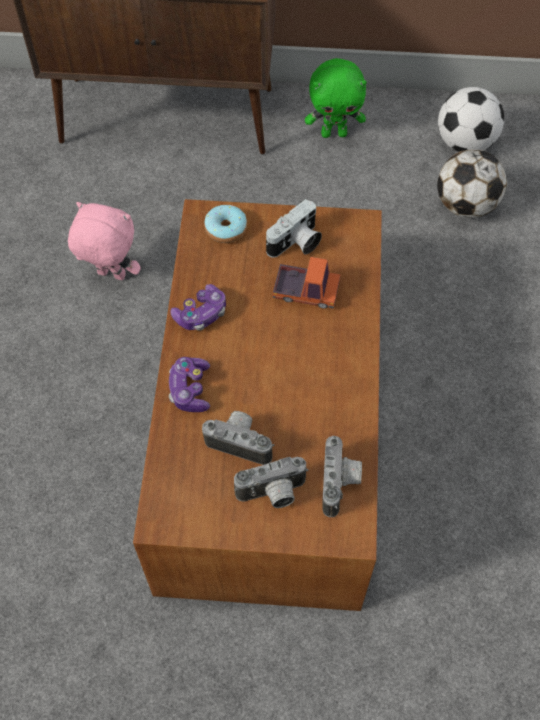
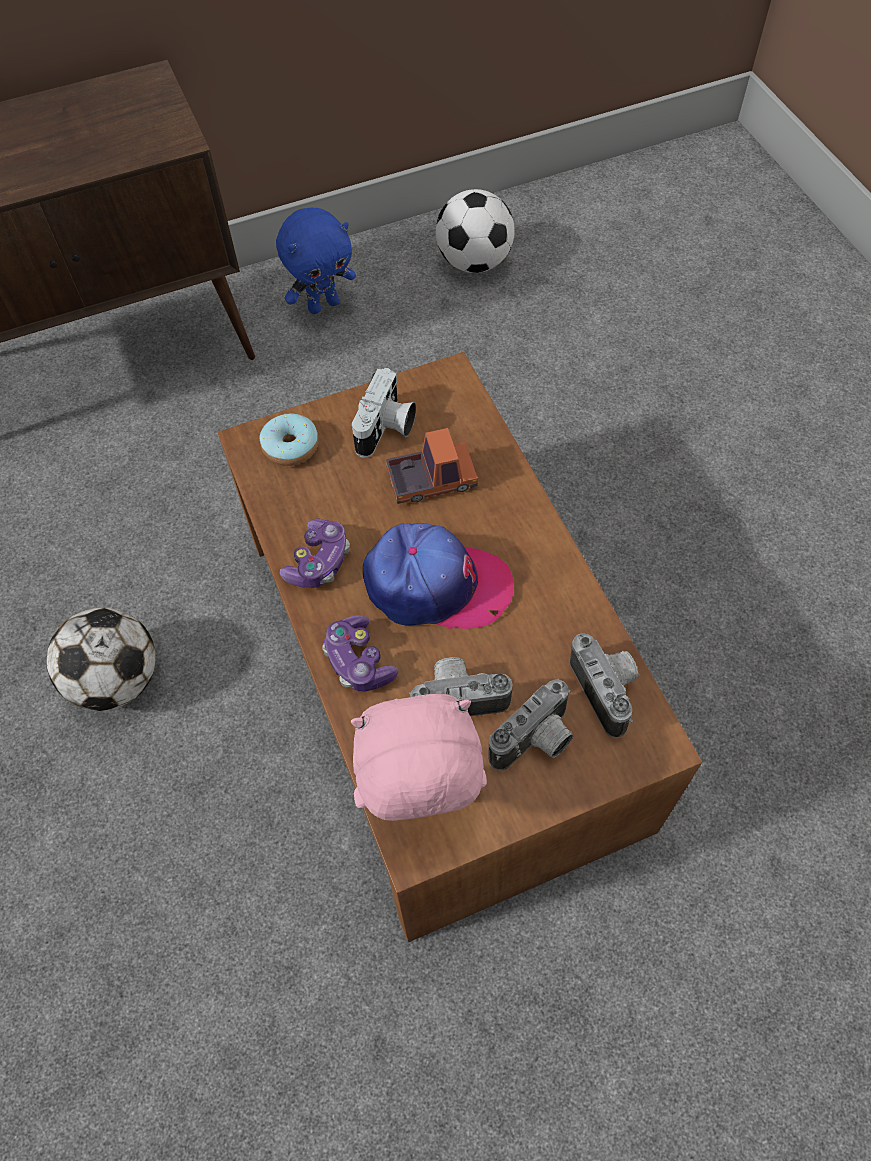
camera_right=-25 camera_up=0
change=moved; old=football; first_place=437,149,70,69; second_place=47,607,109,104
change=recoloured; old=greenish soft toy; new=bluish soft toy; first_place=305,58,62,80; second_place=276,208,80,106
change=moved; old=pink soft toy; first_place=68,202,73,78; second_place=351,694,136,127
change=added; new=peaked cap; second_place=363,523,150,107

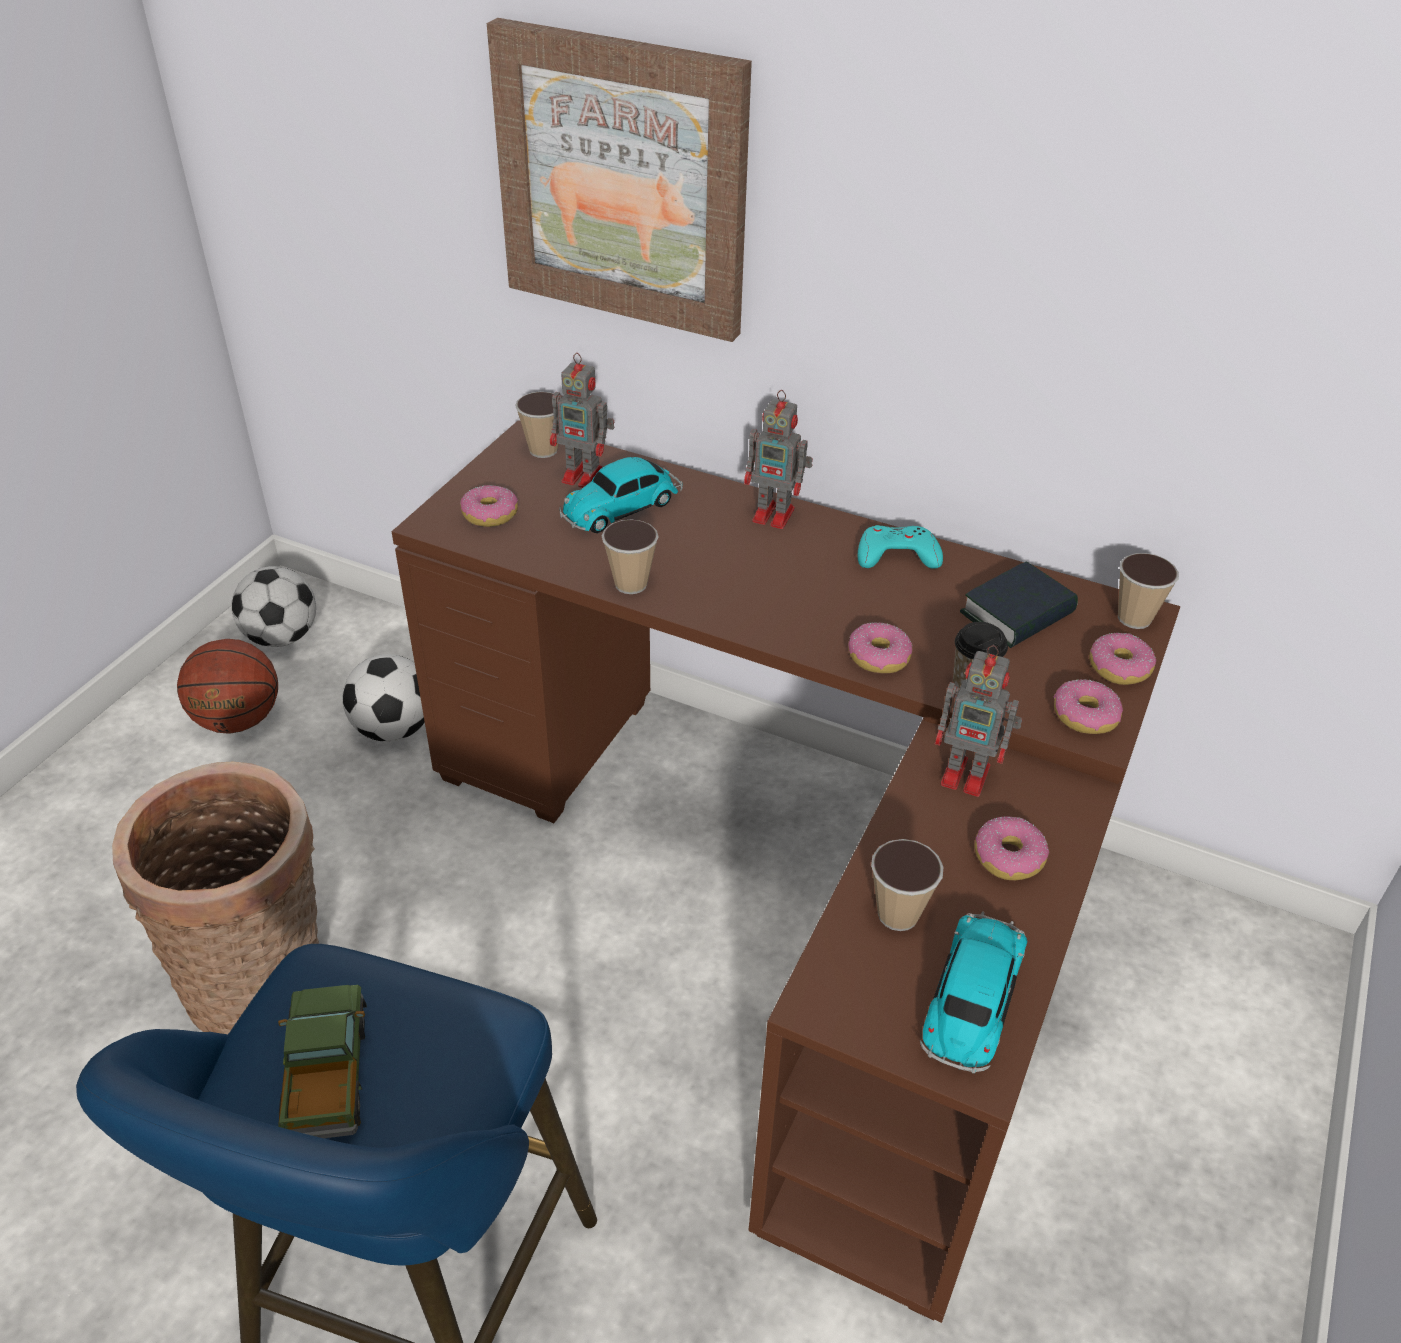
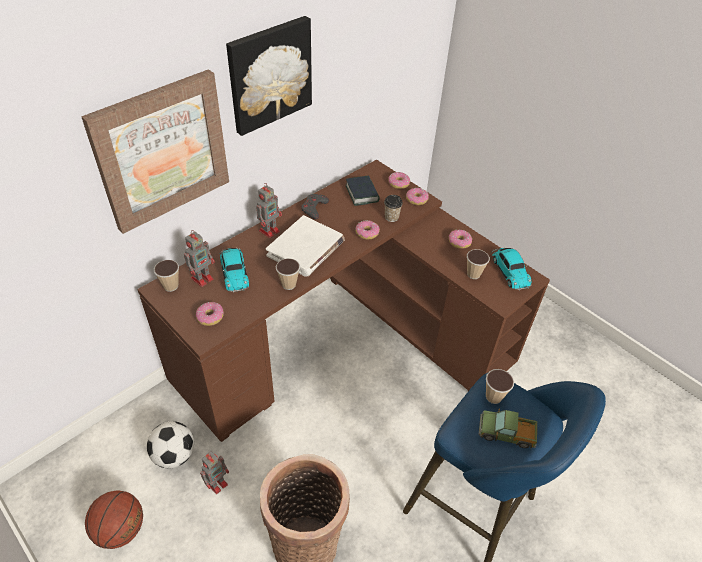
camera_right=-70 camera_up=5
change=moved; old=toy robot; first_place=935,645,87,152; second_place=200,451,29,43
change=added; new=wall picture; second_place=226,16,86,120
change=added; new=white-coloured book; second_place=266,215,78,62
change=recoloured; old=turquoise gamepad; new=greyish gamepad; first_place=858,525,85,44; second_place=301,194,28,25
change=moved; old=drinking cup; first_place=1118,553,61,76; second_place=486,369,28,35
change=turned; old=toy car; first_place=920,911,107,162; second_place=491,247,41,44; degrees=-150
change=removed; old=football; first_place=231,566,85,81

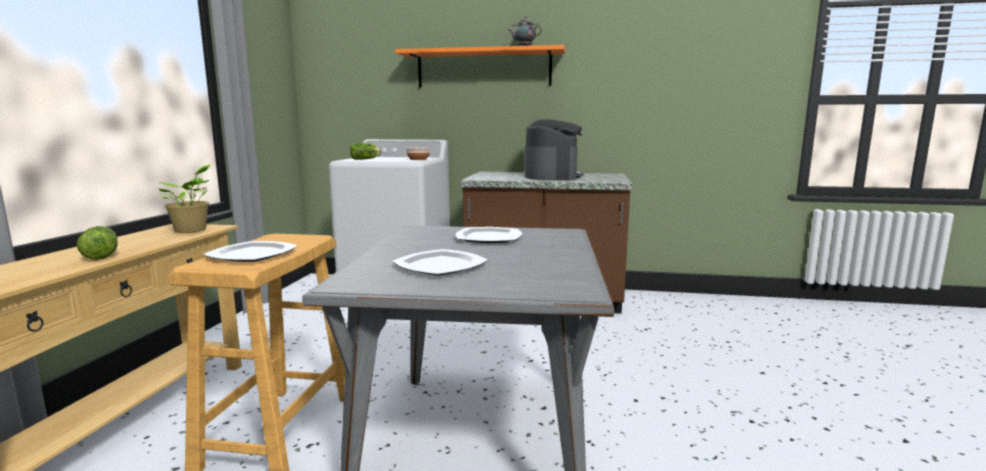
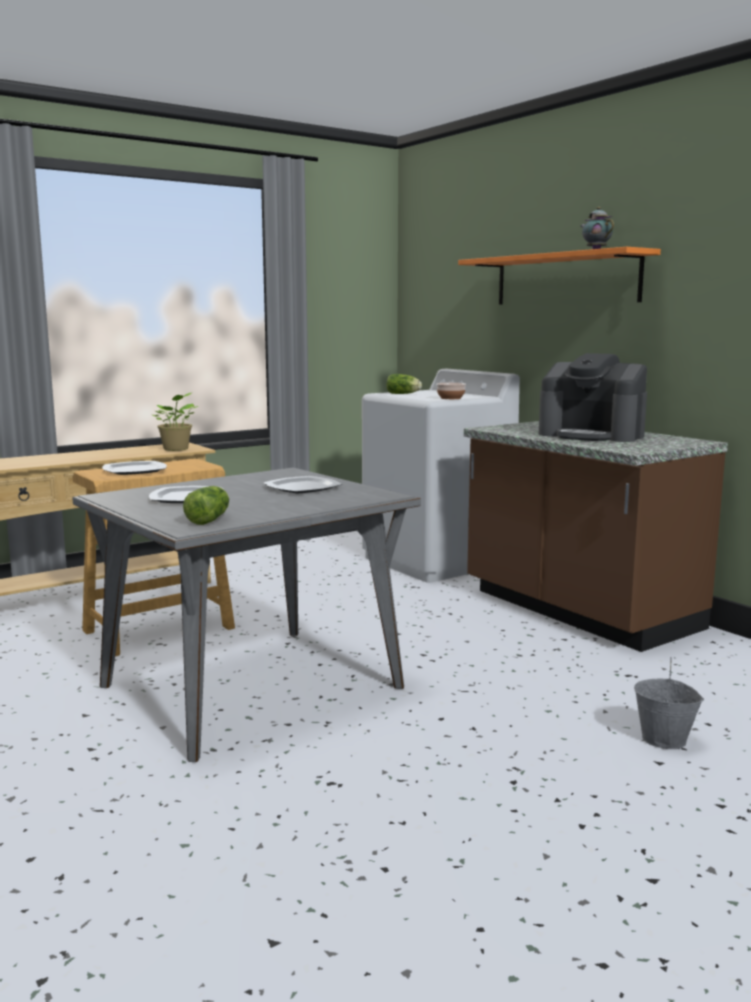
camera_right=45 camera_up=0
change=moved; old=lettuce head; first_place=77,226,41,34; second_place=183,486,46,39
change=turned; old=coffee brewer; first_place=525,119,58,61; second_place=539,353,108,89; degrees=75
change=added; new=greyish pail; second_place=634,659,70,90

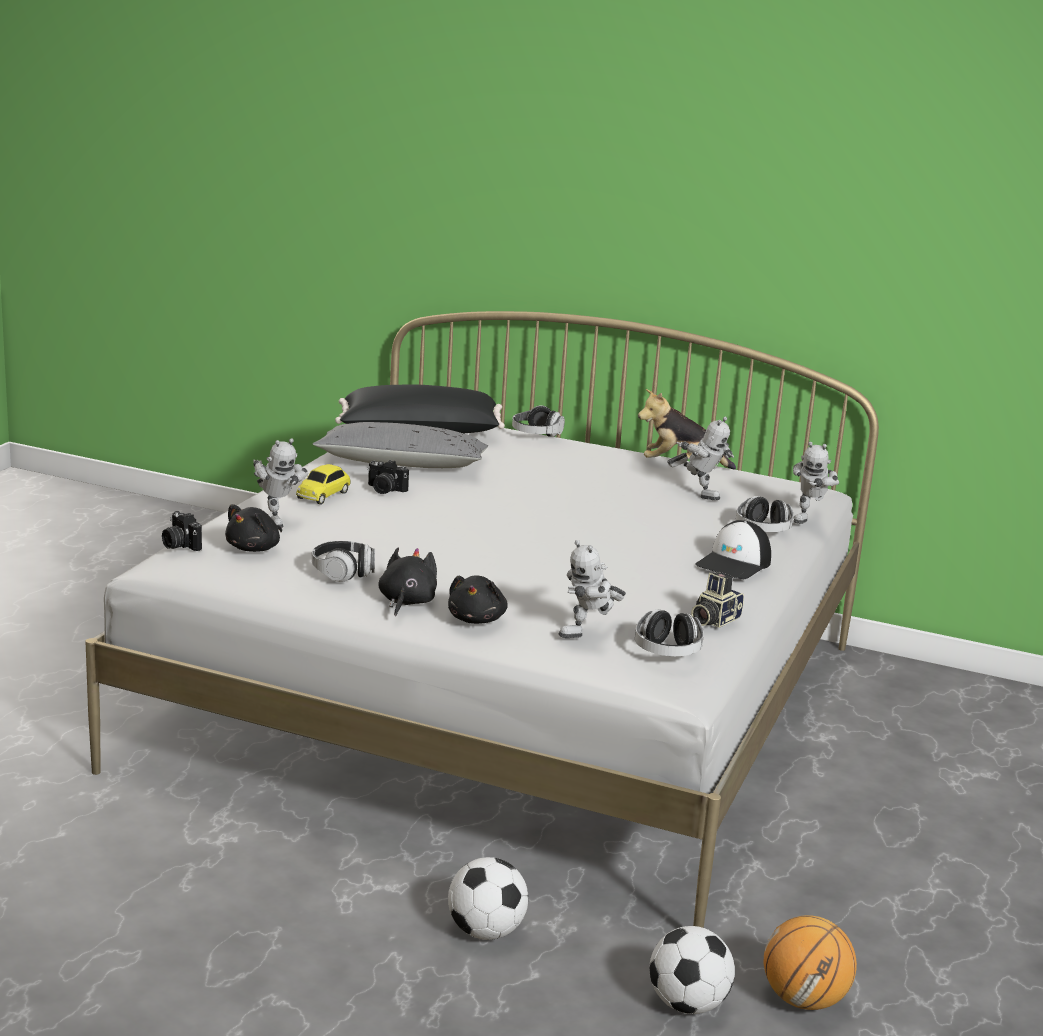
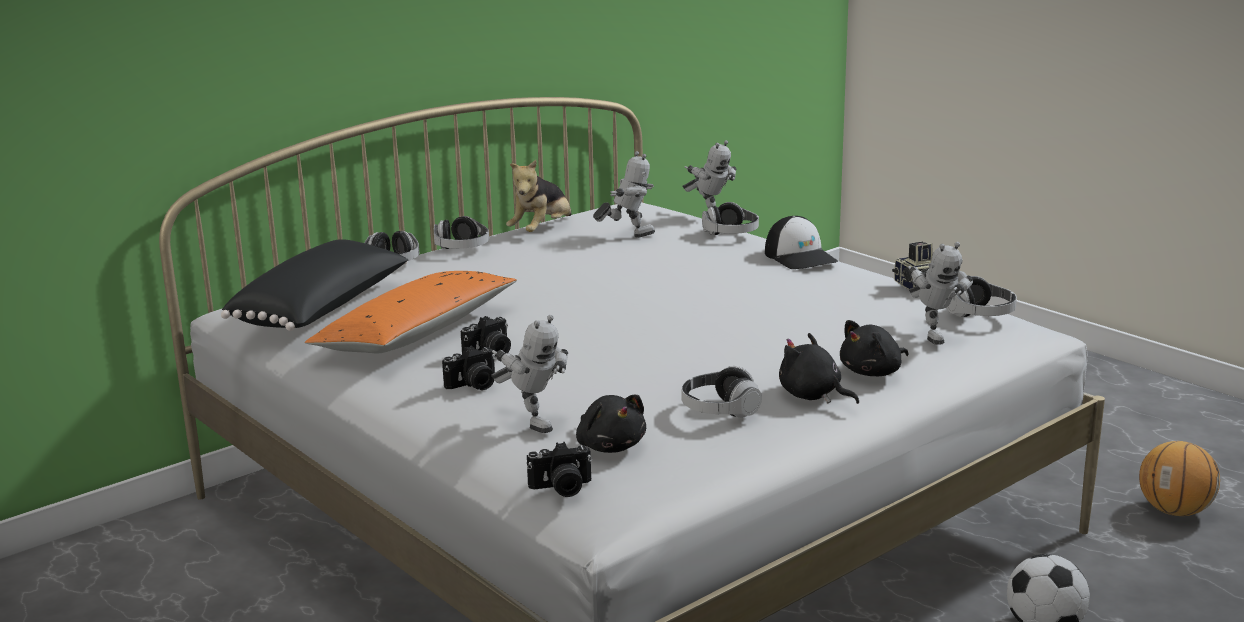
camera_right=-60 camera_up=0
change=recoloured; old=greyish pillow; new=orangey pillow; first_place=313,422,175,46; second_place=305,271,212,82
change=added; new=headset; second_place=434,216,55,33
change=replaced; old=toy car; new=still camera; first_place=296,464,55,40; second_place=442,346,54,44
change=turned; old=toy robot; first_place=253,438,55,90; second_place=491,315,77,118; degrees=45
change=turned; old=black-coloured soft toy; first_place=448,575,60,49; second_place=840,320,68,56; degrees=105
change=removed; old=football; first_place=649,926,86,88

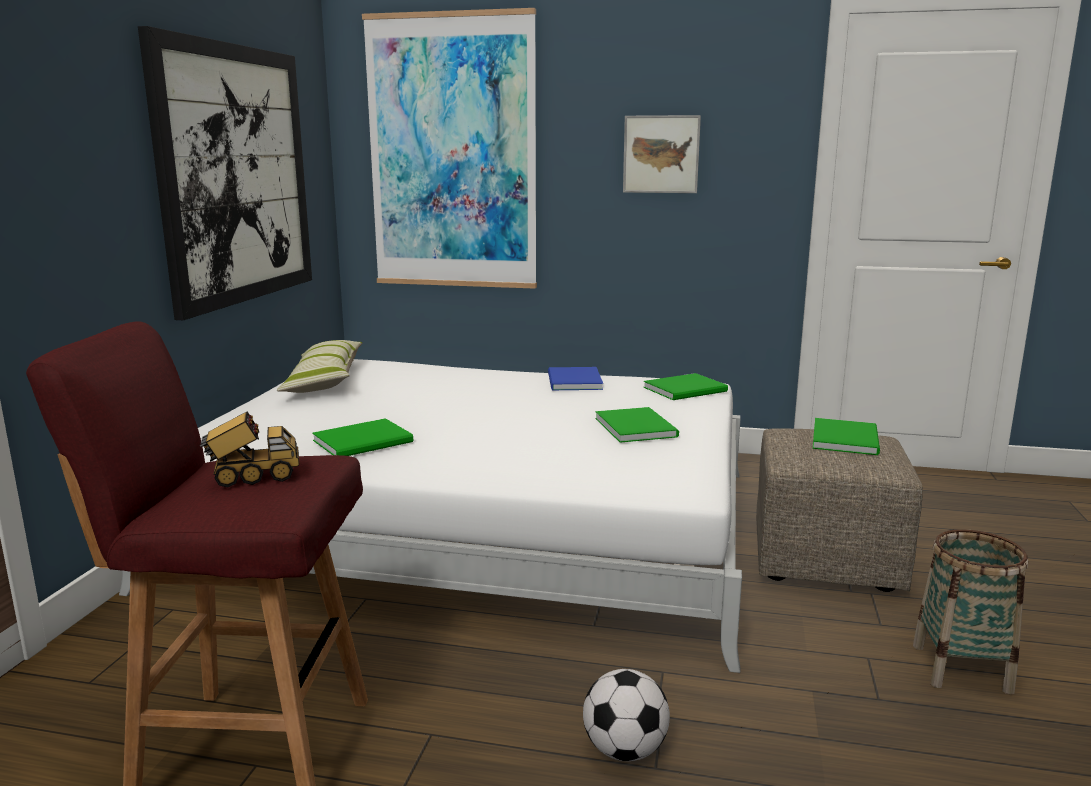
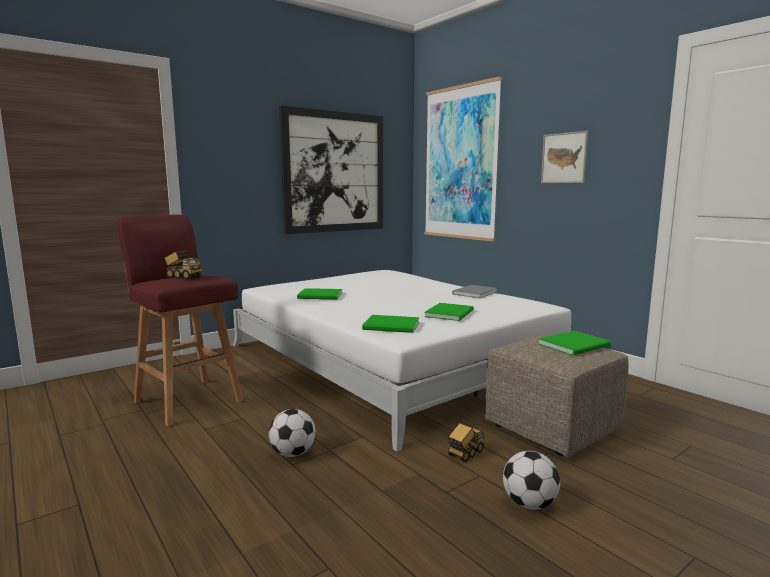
camera_right=40 camera_up=-5
change=moved; old=greenish book; first_place=643,373,85,27; second_place=362,315,58,18
change=added; new=toy lorry; second_place=447,423,38,39
change=recoloured; old=bluish book; new=greyish book; first_place=548,367,55,23; second_place=452,285,45,13
change=replaced; old=household basket; new=football; first_place=913,529,115,165; second_place=503,451,57,59
change=removed; old=pillow; first_place=277,340,85,53

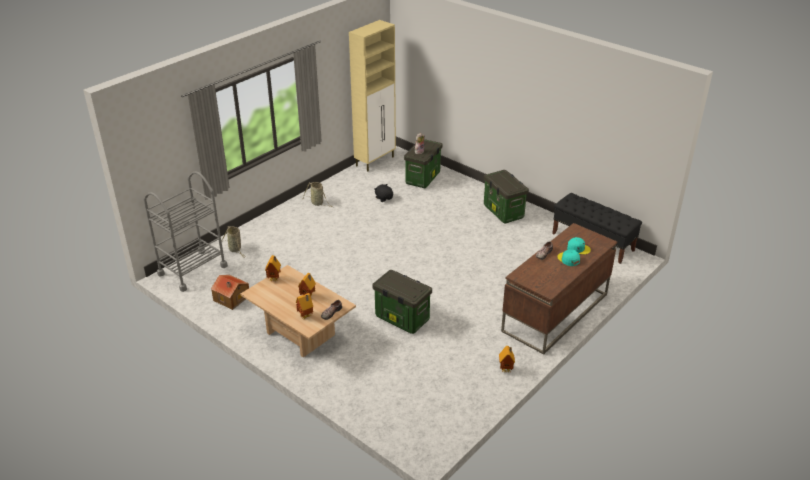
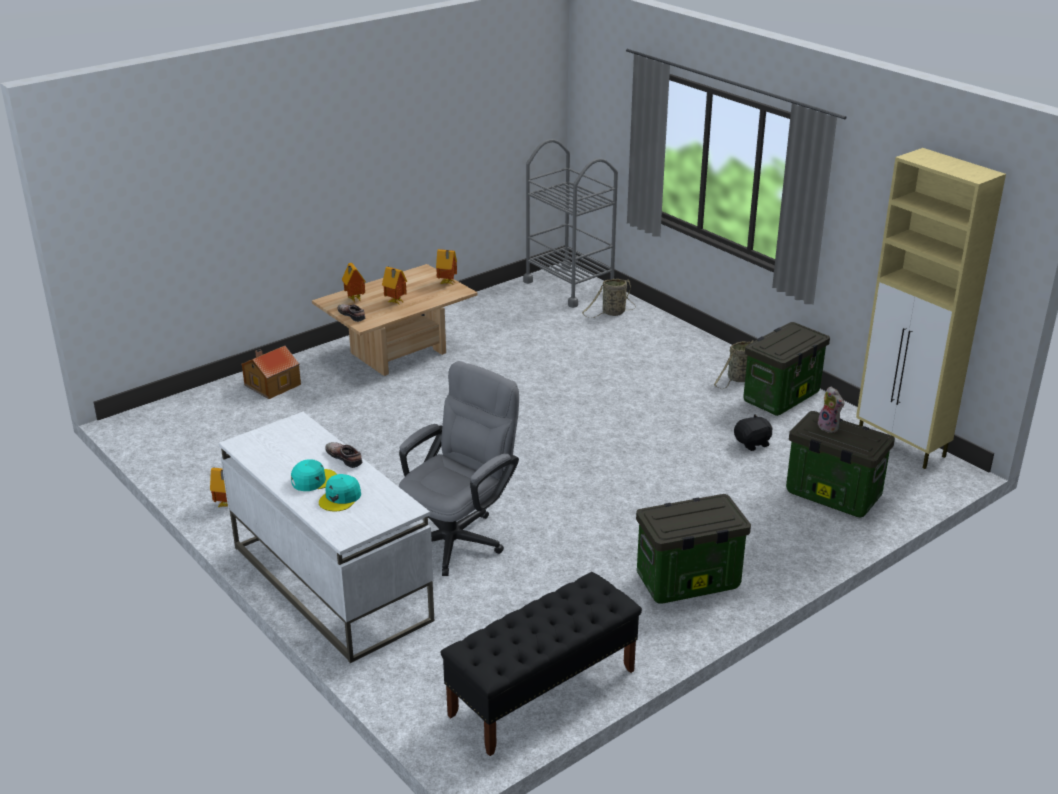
camera_right=100 camera_up=-5
change=recoloured; old=brown desk table; new=white-coloured desk table; first_place=501,223,116,131; second_place=219,412,215,251
change=moved; old=miniature house; first_place=211,275,38,35; second_place=241,346,60,53
change=added; new=greyish computer chair; second_place=399,361,120,215
change=moved; old=storage container; first_place=373,270,59,64; second_place=743,322,87,94

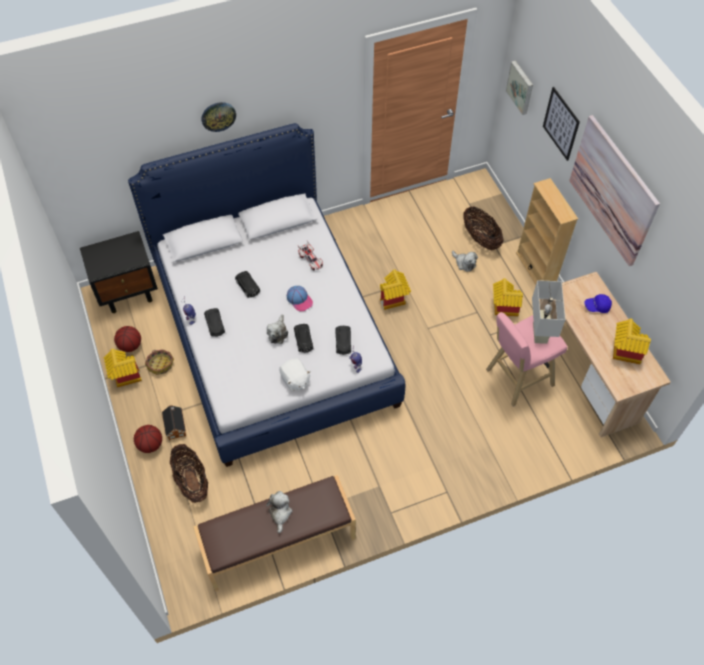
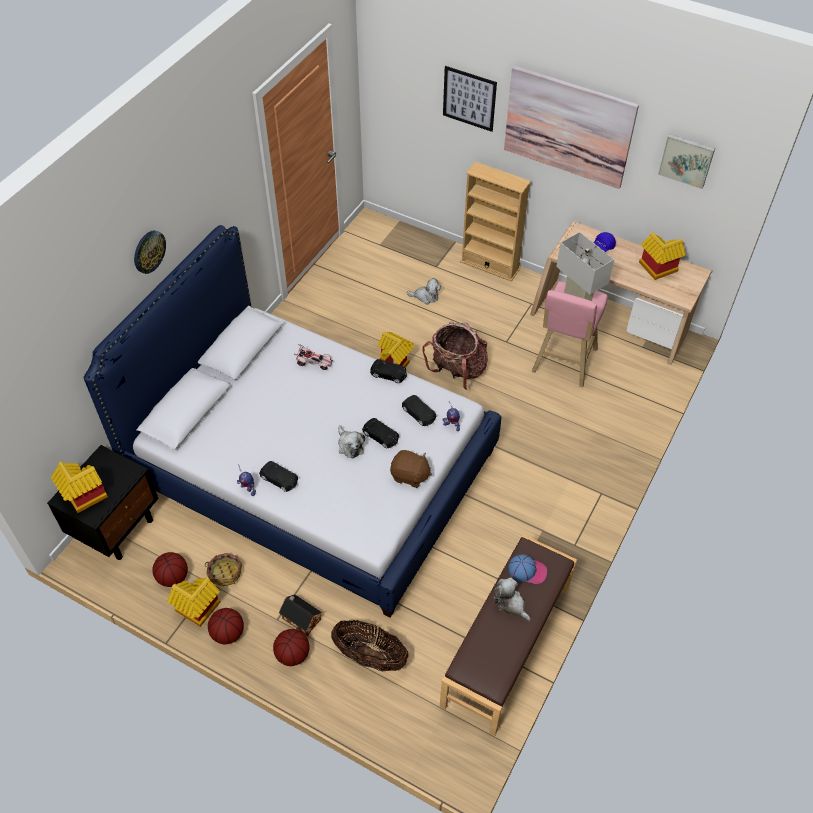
camera_right=-40 camera_up=-5
change=moved; old=miniature house; first_place=493,278,30,39; second_place=50,462,58,51
change=added; new=ball for basketball; second_place=208,608,36,36
change=moved; old=black-coloured toy car; first_place=235,271,25,27; second_place=370,359,37,24
change=recoloured; old=white-coloured soft toy; new=brown soft toy; first_place=279,358,32,33; second_place=390,450,42,38
change=added; new=rucksack; second_place=422,322,66,68
change=moved; old=peaked cap; first_place=287,286,26,25; second_place=508,554,39,30
change=moved; old=wall picture; first_place=506,61,27,54; second_place=658,134,57,55
change=removed; old=household basket; first_place=463,206,40,44

